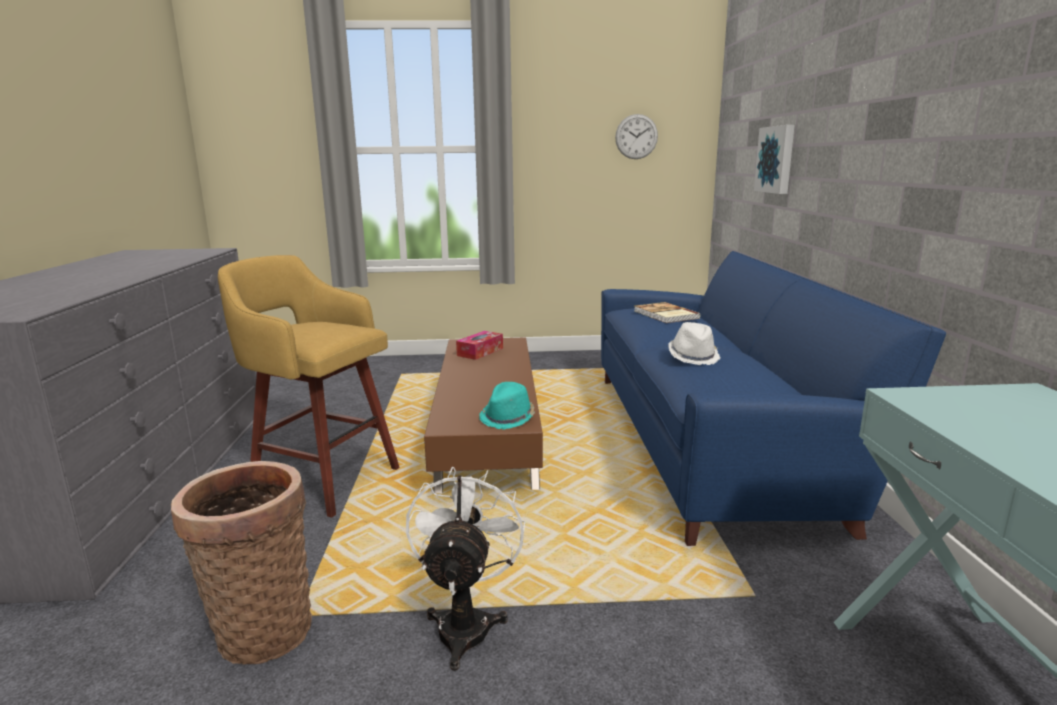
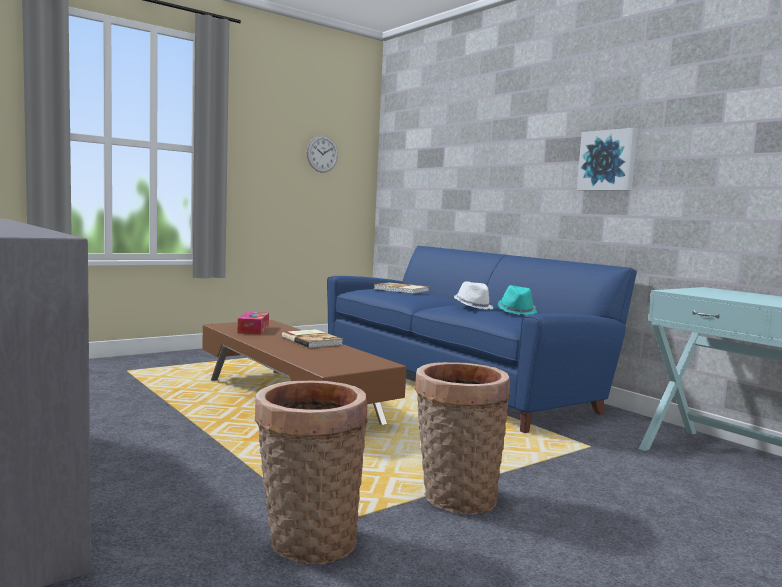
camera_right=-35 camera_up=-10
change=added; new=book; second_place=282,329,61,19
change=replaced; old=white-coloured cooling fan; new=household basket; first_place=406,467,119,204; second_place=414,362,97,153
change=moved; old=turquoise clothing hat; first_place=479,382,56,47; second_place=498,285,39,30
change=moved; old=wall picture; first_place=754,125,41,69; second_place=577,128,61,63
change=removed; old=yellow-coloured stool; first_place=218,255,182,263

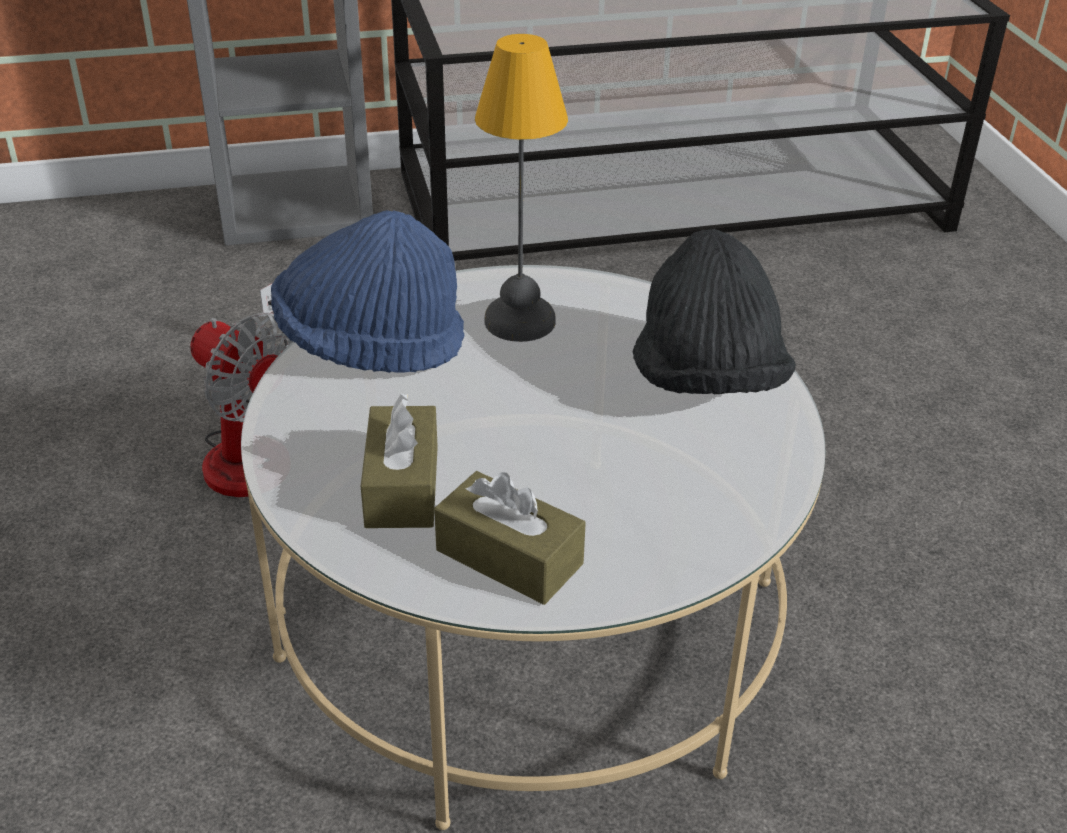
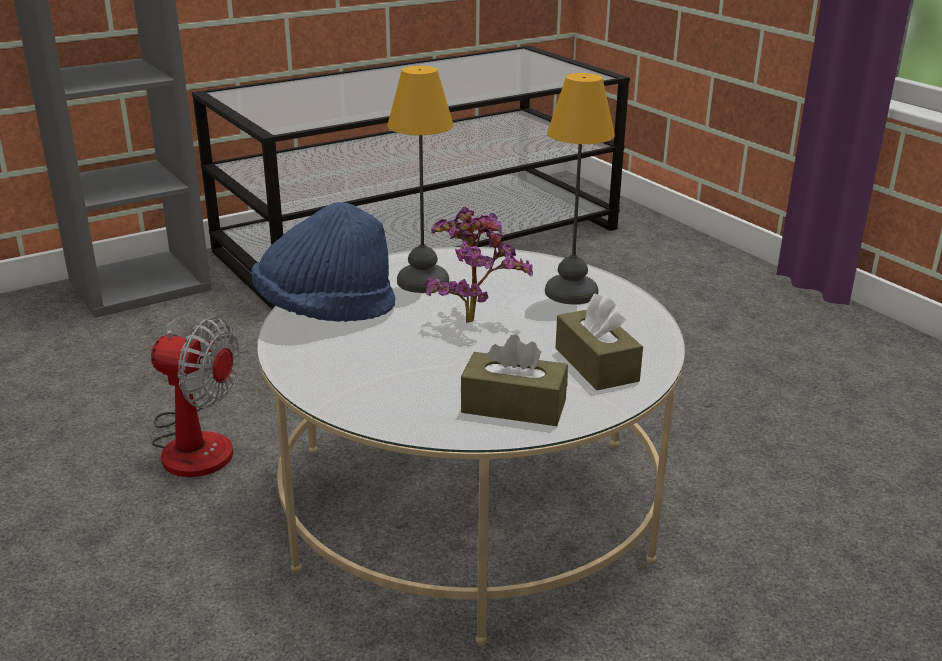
camera_right=-20 camera_up=-10
change=added; new=potted plant; second_place=424,207,109,116
change=replaced; old=black-coloured clothing hat; new=tabletop lamp; first_place=632,229,164,165; second_place=545,73,70,231
change=moved; old=brown tissue holder; first_place=361,394,77,134; second_place=555,294,88,96

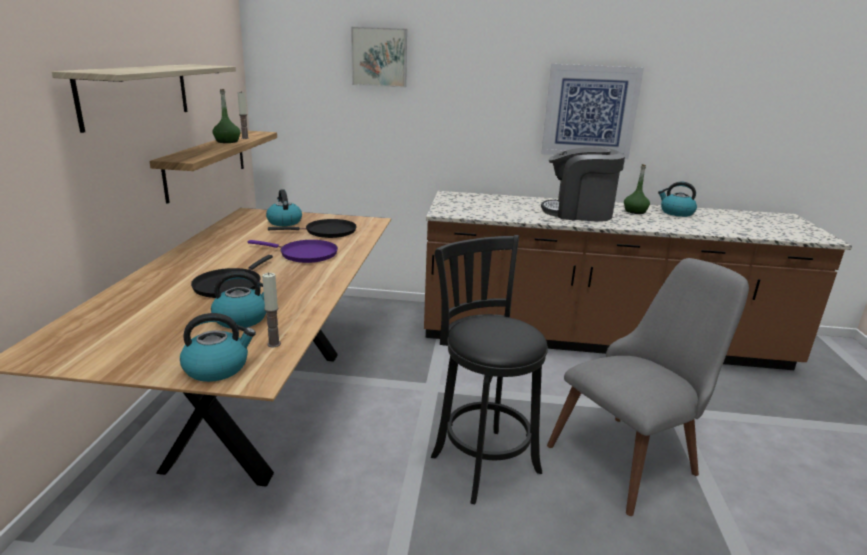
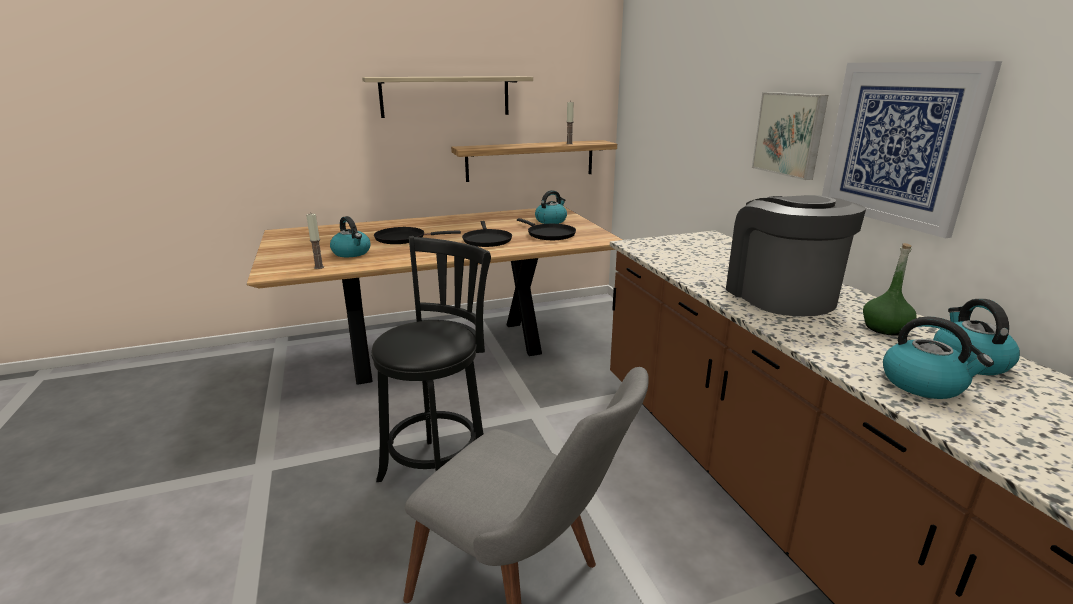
camera_right=65 camera_up=0
change=recoloured; old=purple frying pan; new=black-coloured frying pan; first_place=248,240,90,23; second_place=462,221,50,26
change=moved; old=wall picture; first_place=351,27,56,61; second_place=752,92,76,88
change=moved; old=water kettle; first_place=180,313,76,69; second_place=883,316,111,83
change=removed; old=greenish bottle; first_place=212,89,28,54

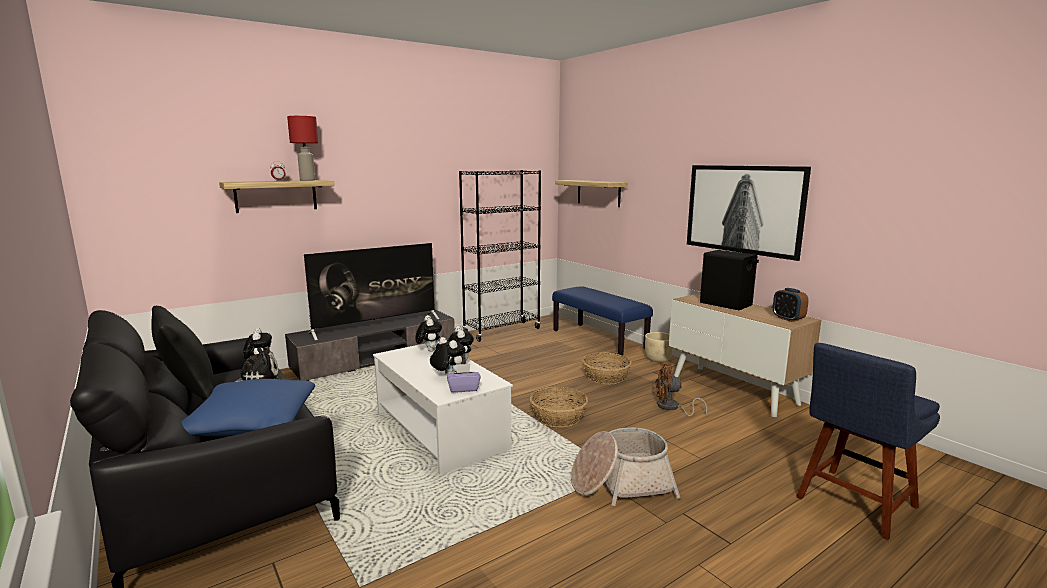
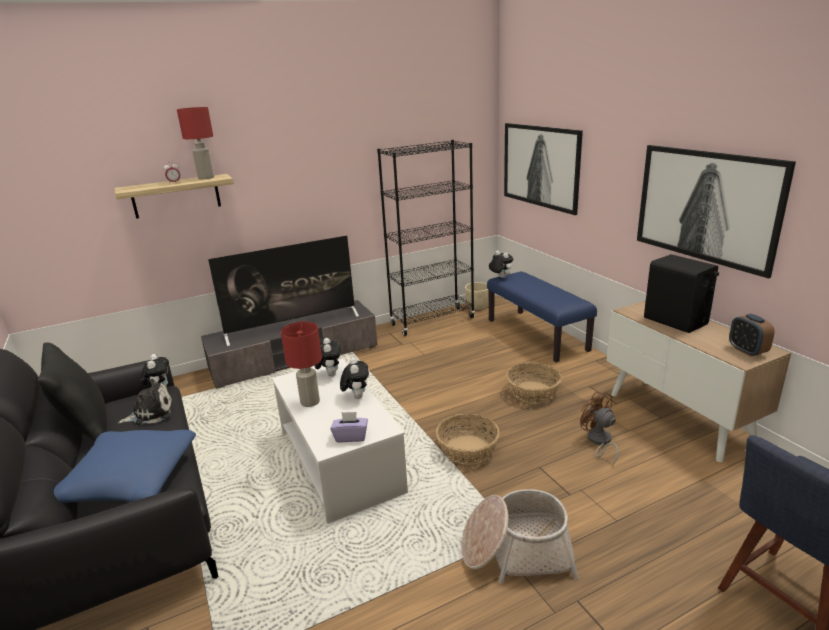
camera_right=10 camera_up=10
change=added; new=red-coloured tabletop lamp; second_place=281,321,41,86
change=moved; old=beige-coloured flower pot; first_place=645,332,28,30; second_place=465,282,24,28
change=moved; old=soft toy; first_place=430,337,35,39; second_place=489,251,25,27
change=replaced; old=wall shelf; new=wall picture; first_place=555,180,73,27; second_place=504,123,79,92
change=turned; old=brown cooling fan; first_place=655,364,52,52; second_place=580,391,39,75; degrees=45

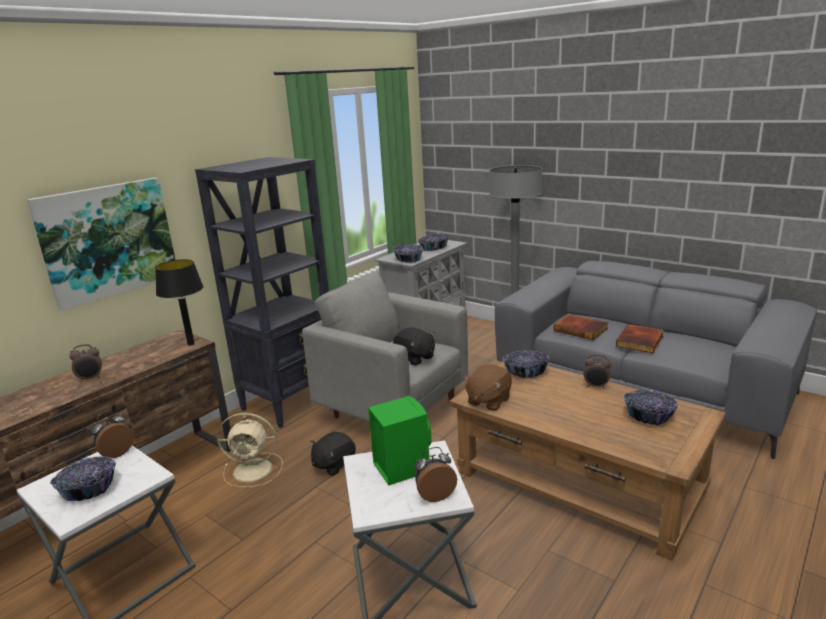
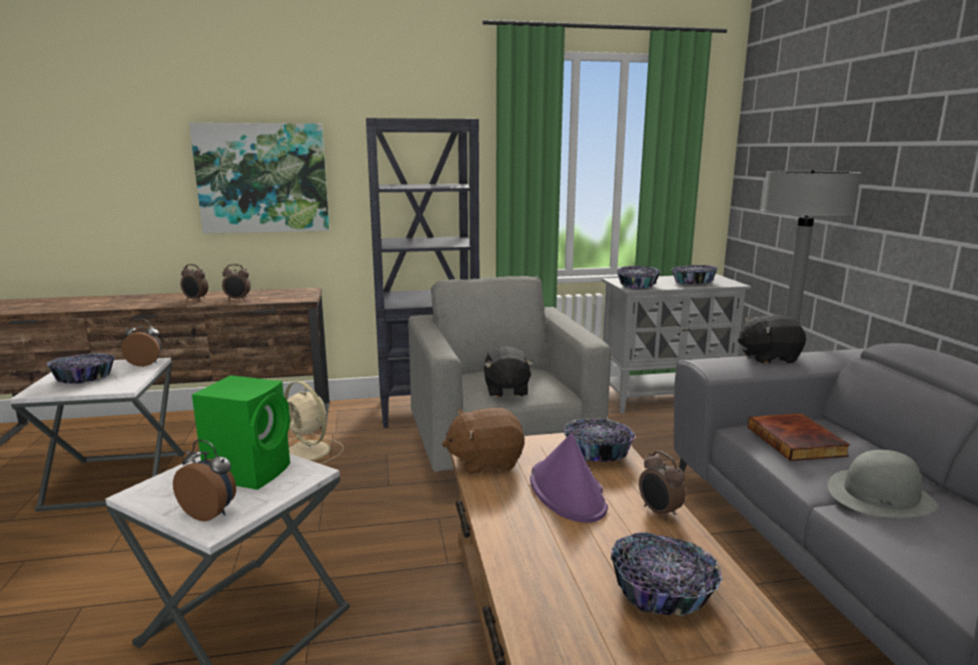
camera_right=40 camera_up=-5
change=added; new=alarm clock; second_place=222,264,29,36
change=added; new=purple clothing hat; second_place=530,433,78,90
change=moved; old=black-coloured soft toy; first_place=310,432,46,44; second_place=738,315,68,48
change=replaced; old=book; new=greyish clothing hat; first_place=616,324,48,30; second_place=828,450,110,68
change=removed; old=black-coloured tabletop lamp; first_place=155,259,48,87

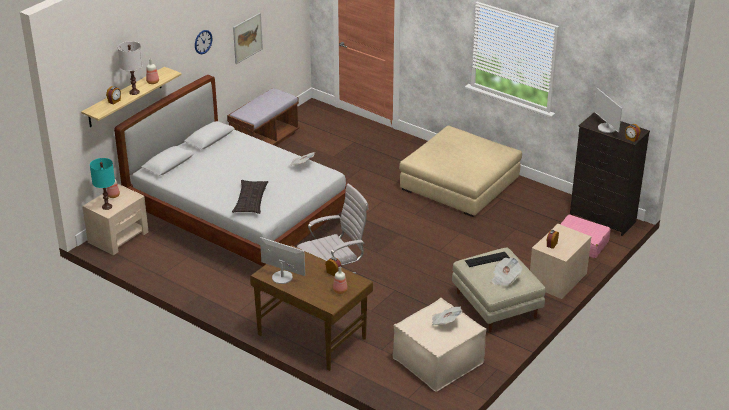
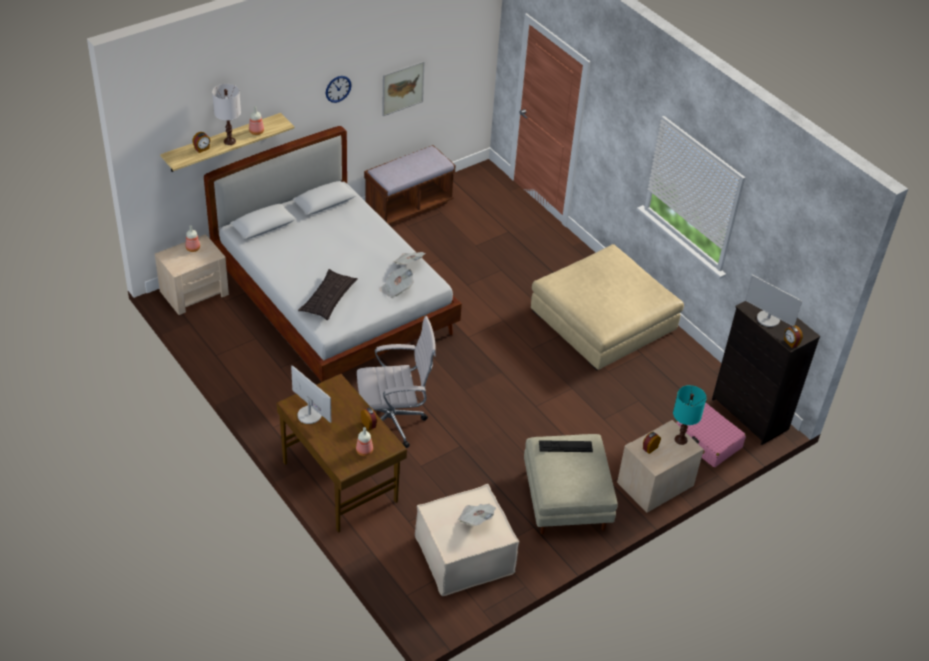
camera_right=15 camera_up=10
change=moved; old=printed paper; first_place=491,257,31,30; second_place=380,267,34,31
change=moved; old=turquoise tabletop lamp; first_place=90,158,25,52; second_place=673,385,34,60
change=turned; old=computer display; first_place=594,88,28,45; second_place=745,274,57,53; degrees=-45

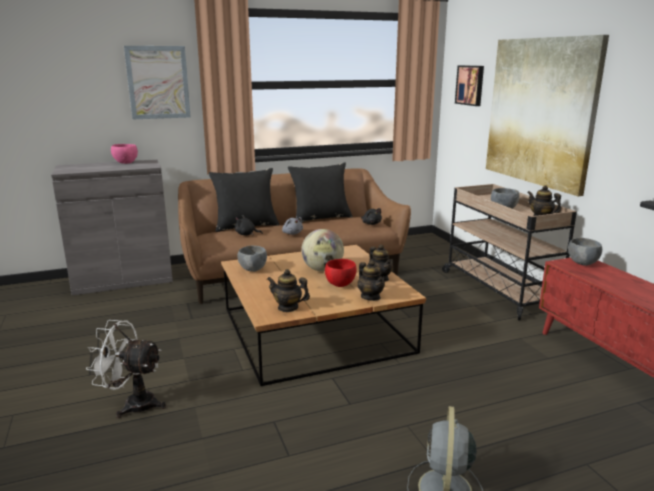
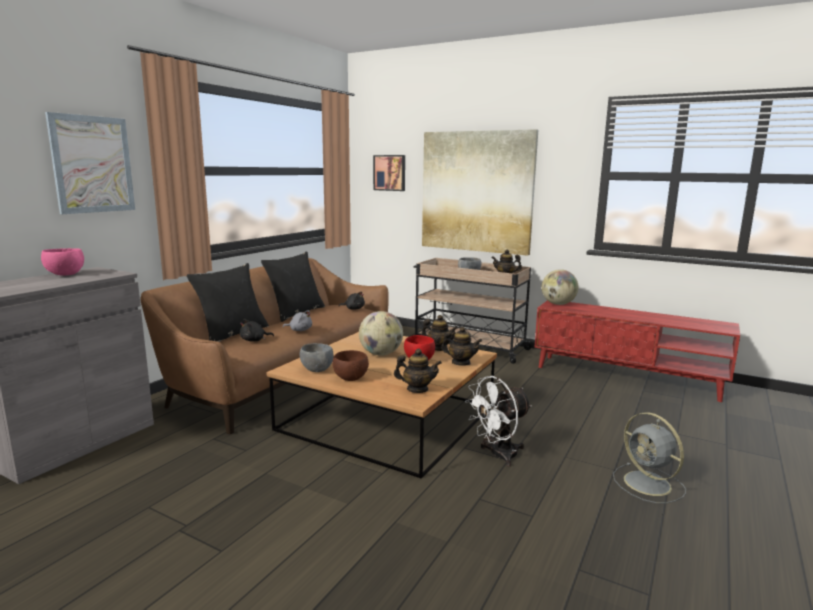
camera_right=-40 camera_up=-5
change=added; new=brown serving bowl; second_place=333,350,36,31
change=turned; old=tea pot; first_place=267,269,43,43; second_place=394,349,48,44; degrees=-150
change=moved; old=white-coloured cooling fan; first_place=86,320,80,98; second_place=465,376,67,91
change=replaced; old=greyish serving bowl; new=desk globe; first_place=568,238,34,28; second_place=542,269,36,36

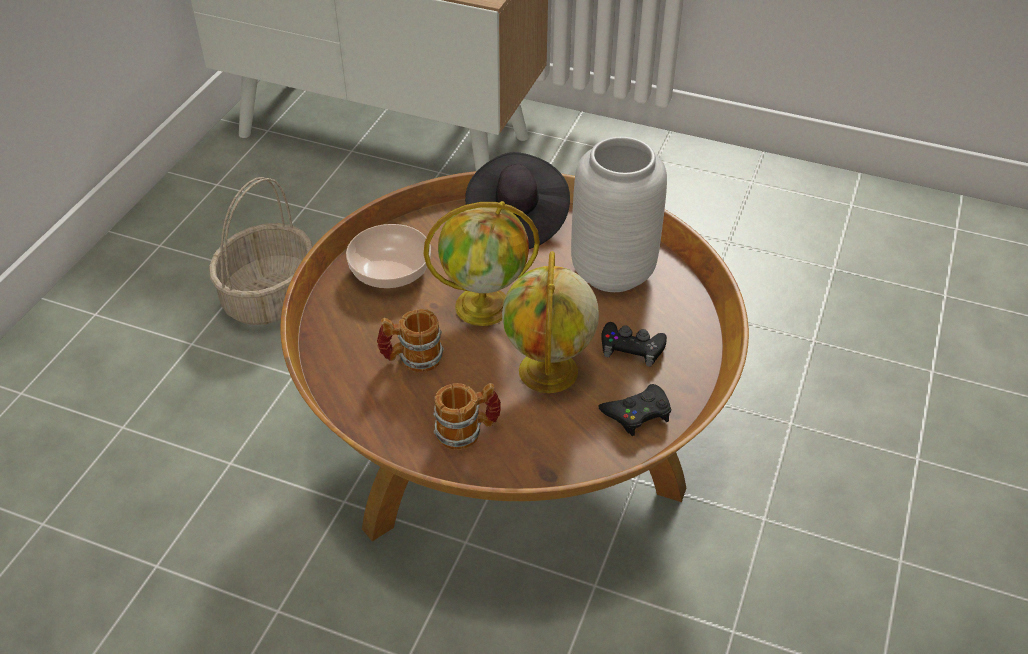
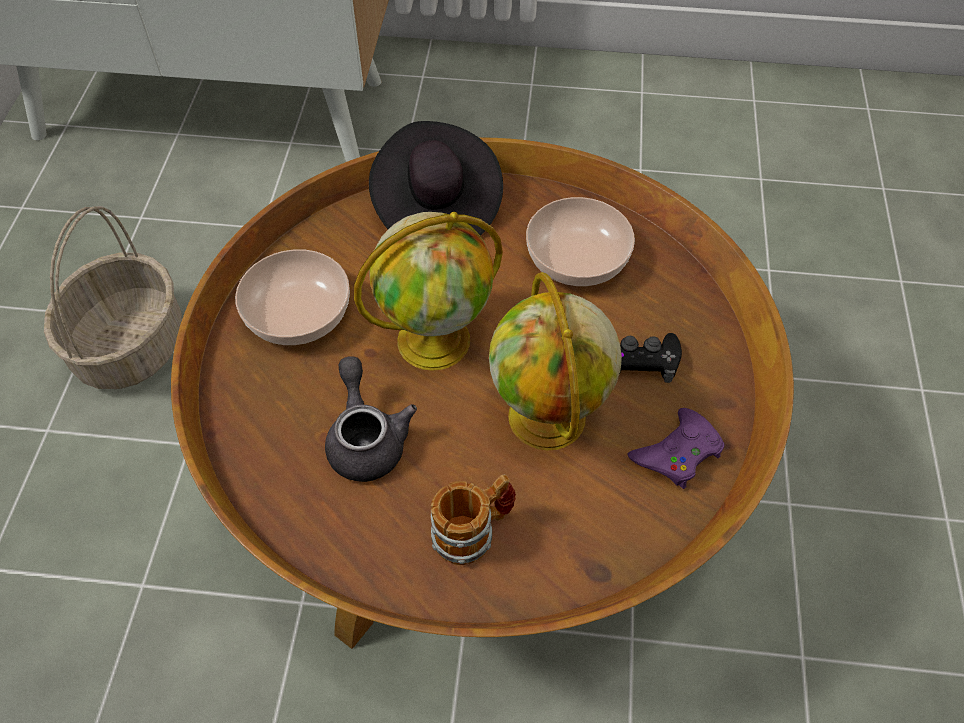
camera_right=-15 camera_up=10
change=replaced; old=tea mug; new=greyish tea pot; first_place=377,309,67,63; second_place=325,357,92,125
change=replaced; old=greyish vase; new=serving bowl; first_place=571,137,96,155; second_place=526,197,109,89
change=recoloured; old=black-coloured gamepad; new=purple gamepad; first_place=598,384,73,52; second_place=628,408,97,81

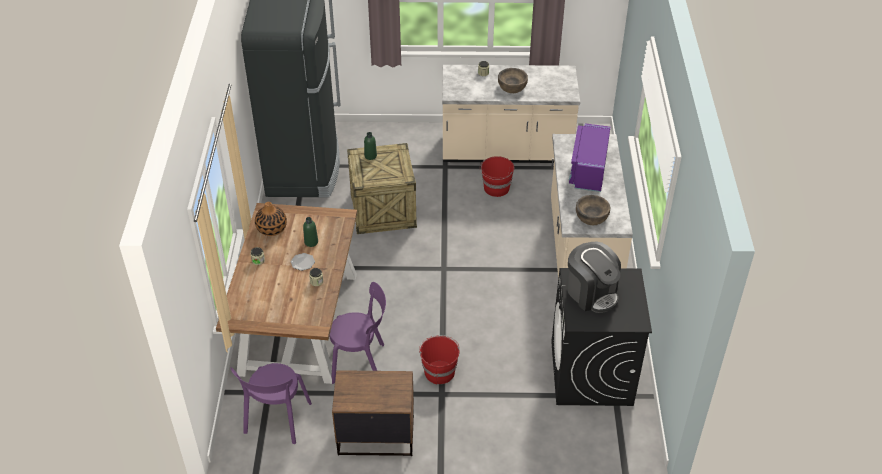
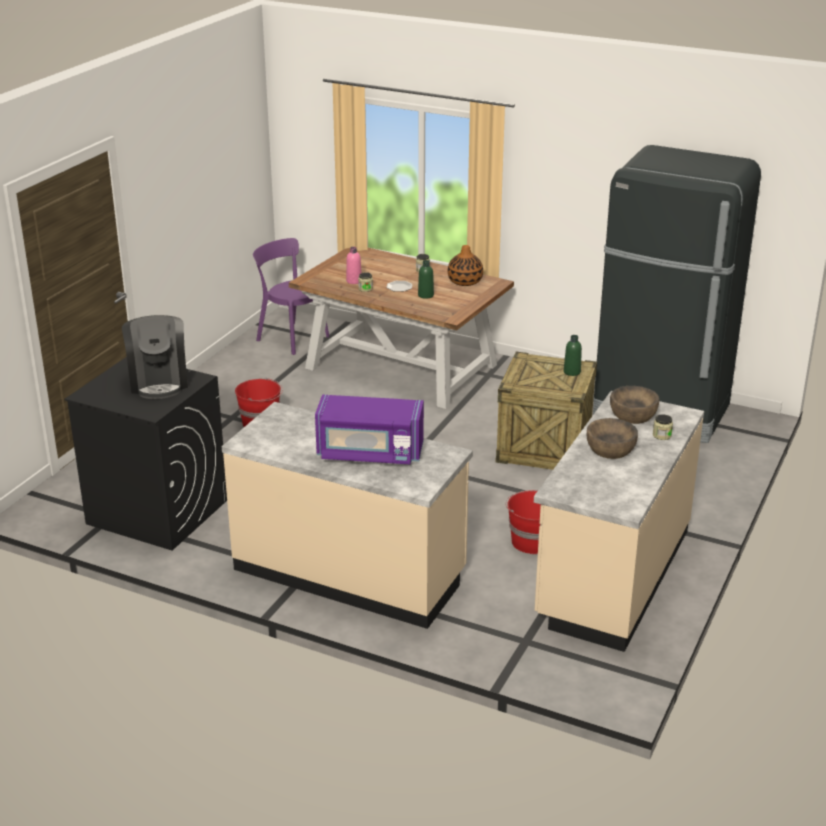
camera_right=115 camera_up=-15
change=turned; old=coffee brewer; first_place=567,241,54,72; second_place=122,315,66,84; degrees=-90
change=turned; old=purple microwave; first_place=569,123,41,69; second_place=315,395,109,69; degrees=150
change=added; new=pink bottle; second_place=346,247,15,37
change=moved; old=brown serving bowl; first_place=576,195,34,30; second_place=610,386,49,38
change=removed; old=purple plain chair; first_place=329,282,57,102
change=removed; old=brown night table; first_place=332,370,82,86

